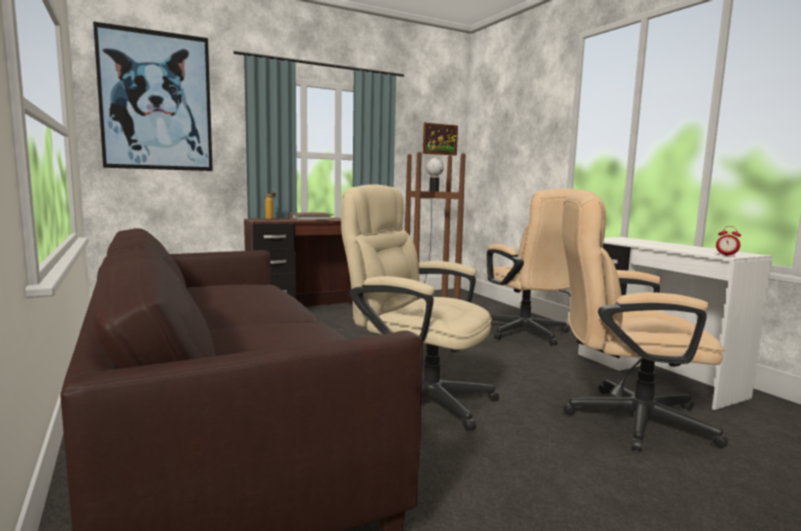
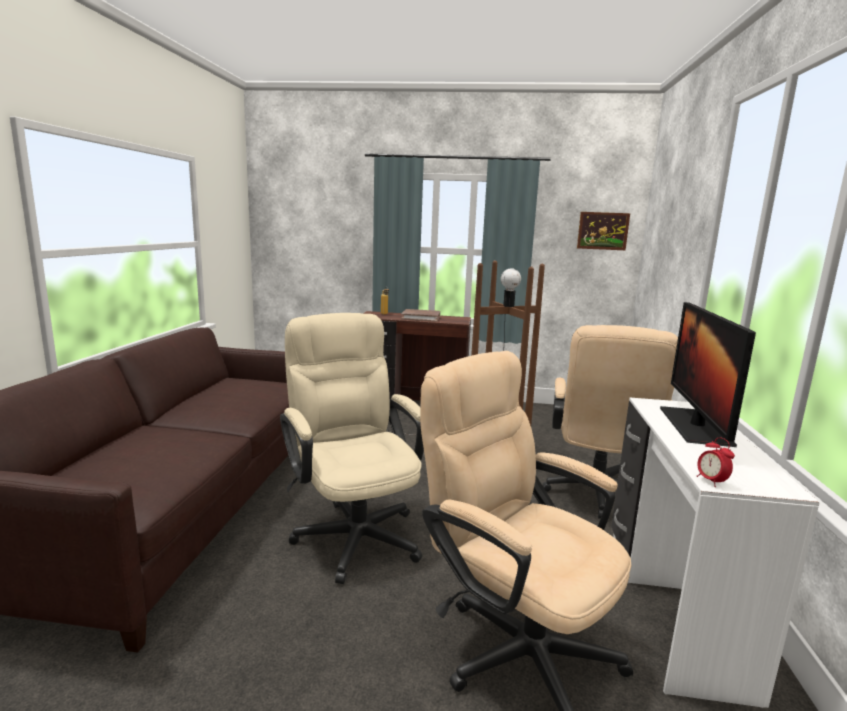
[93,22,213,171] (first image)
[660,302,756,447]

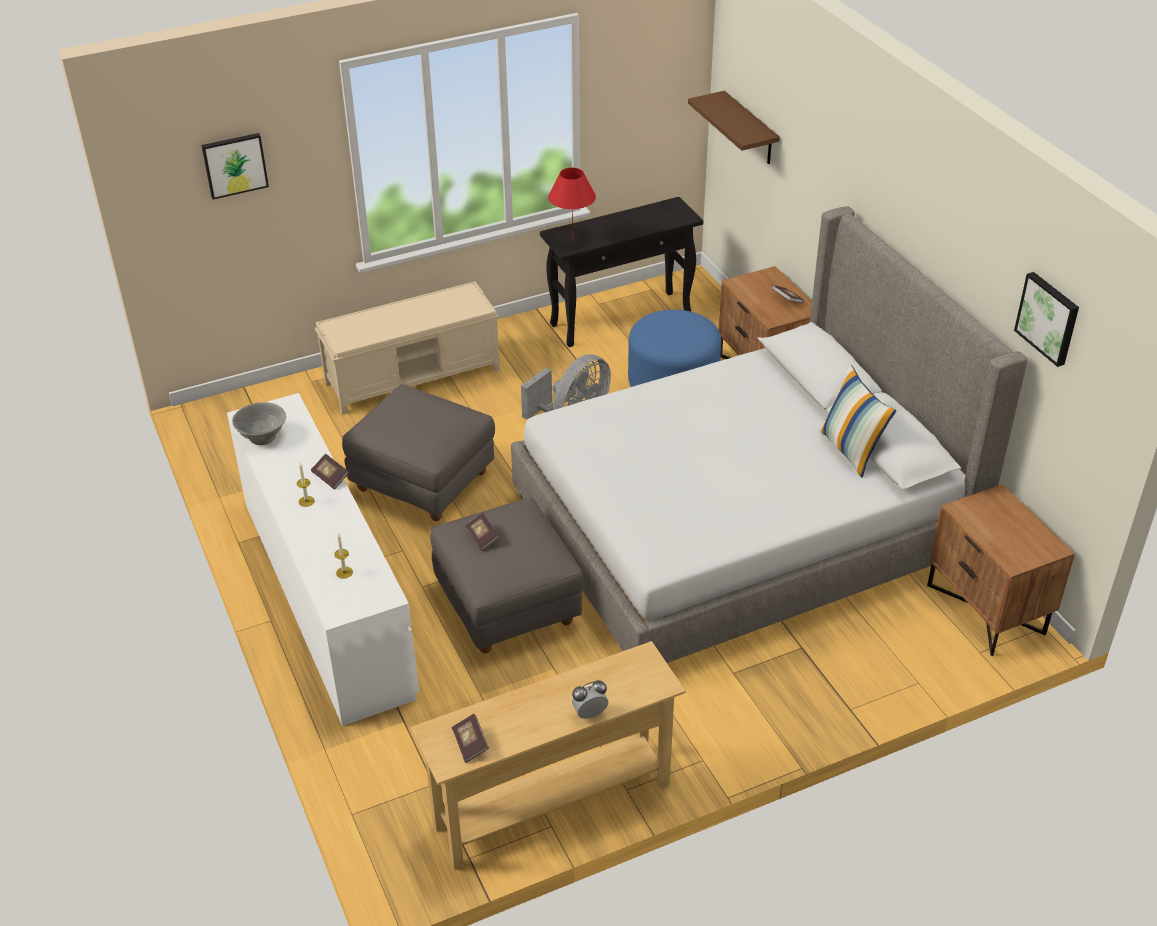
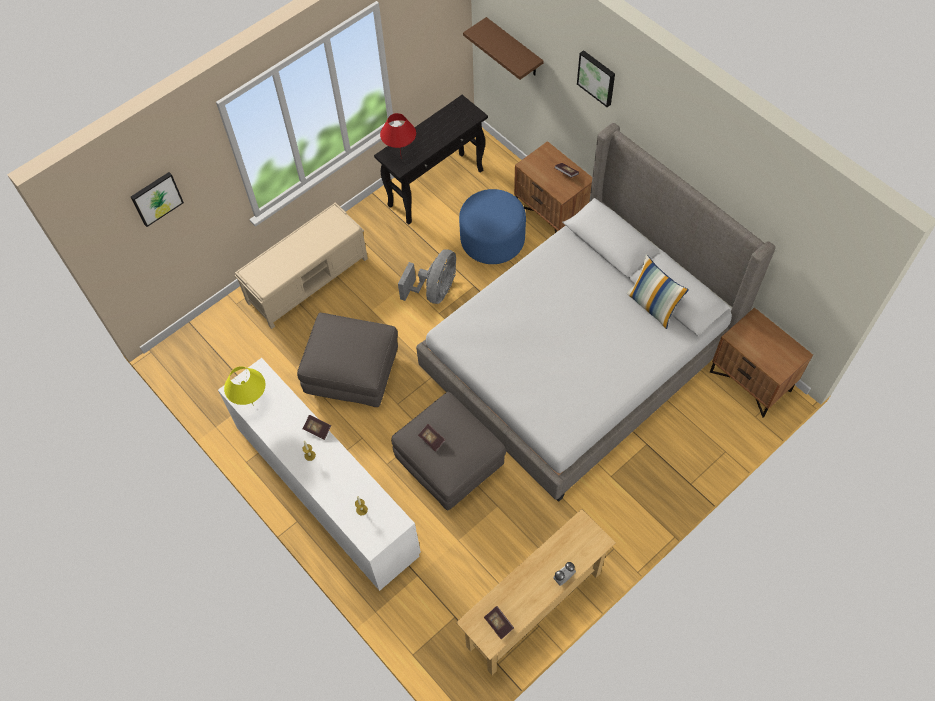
[577,50,615,107]
[224,366,266,406]

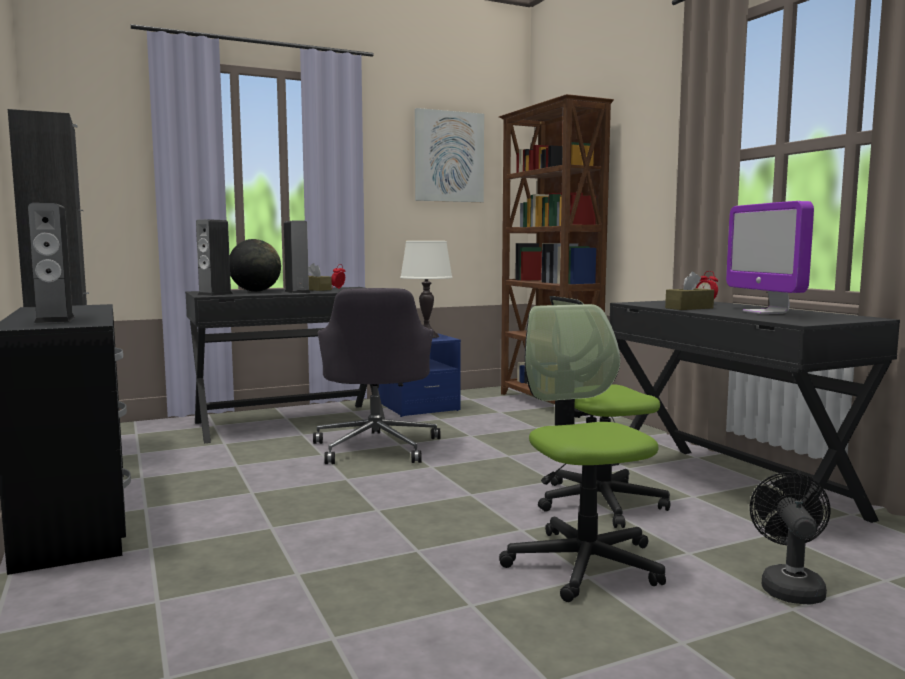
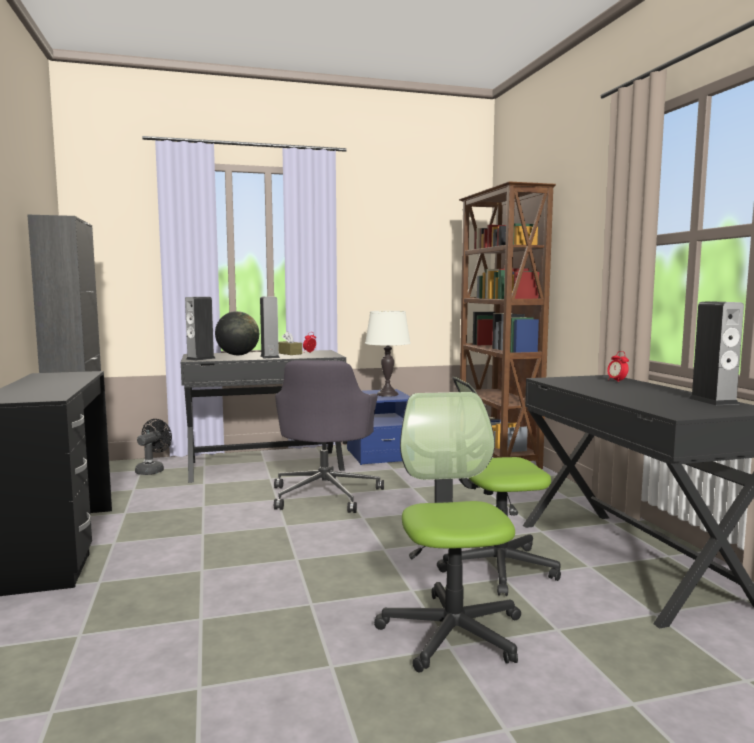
[415,108,484,202] (first image)
[665,271,714,310] (first image)
[726,201,814,314] (first image)
[689,302,744,405]
[135,419,172,475]

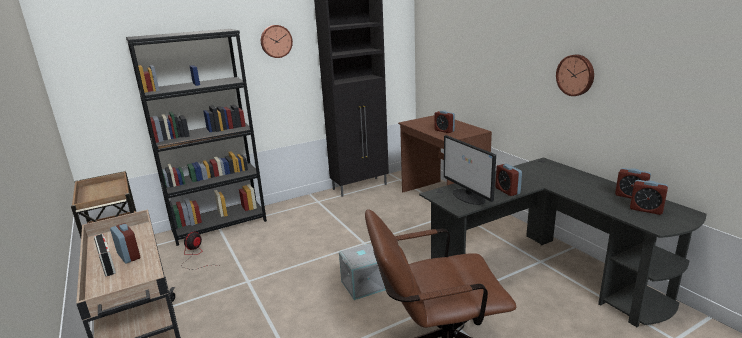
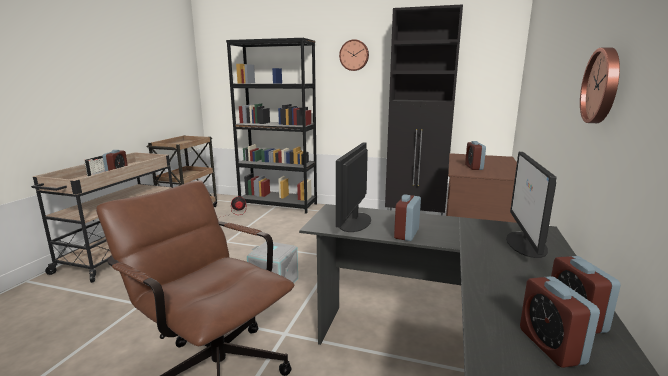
[506,152,557,258]

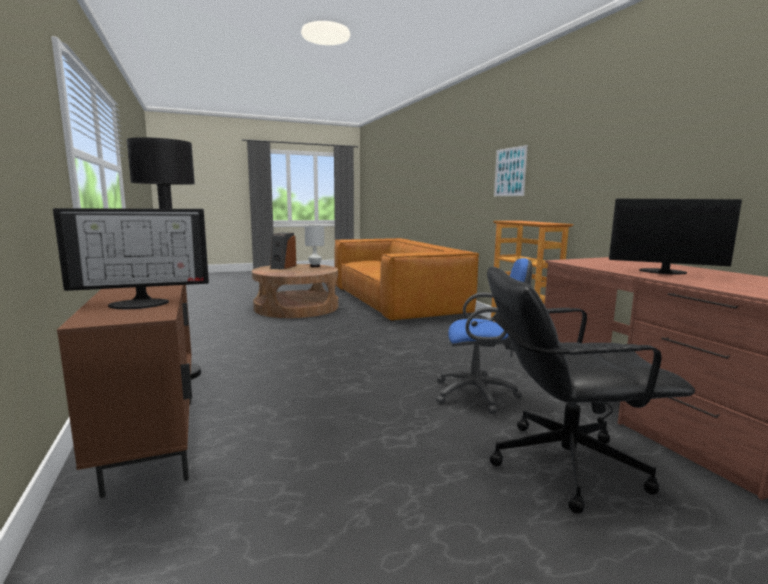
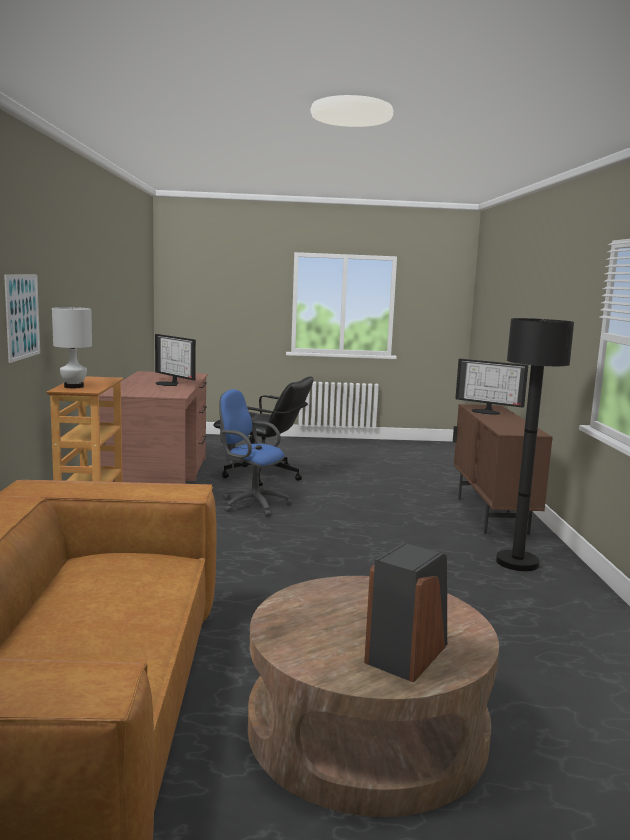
[52,307,92,388]
[455,359,528,415]

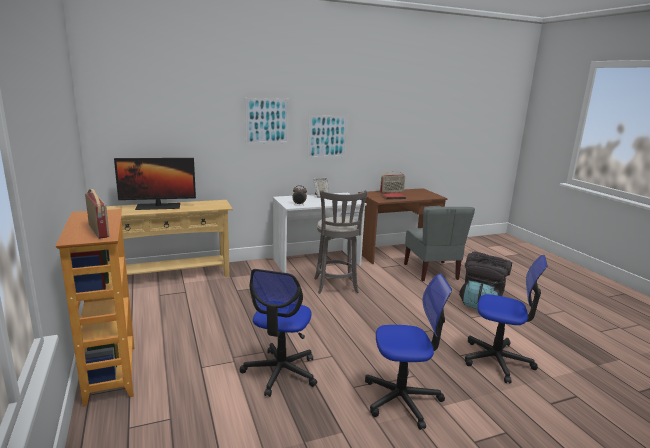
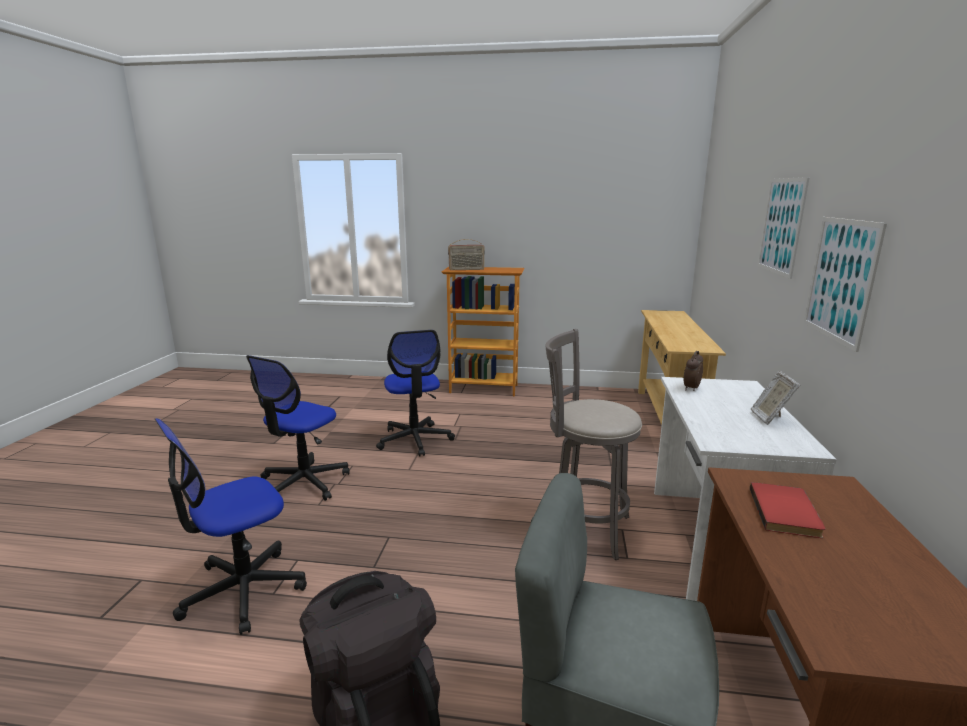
[114,158,196,210] (first image)
[380,171,405,193] (first image)
[376,330,455,457]

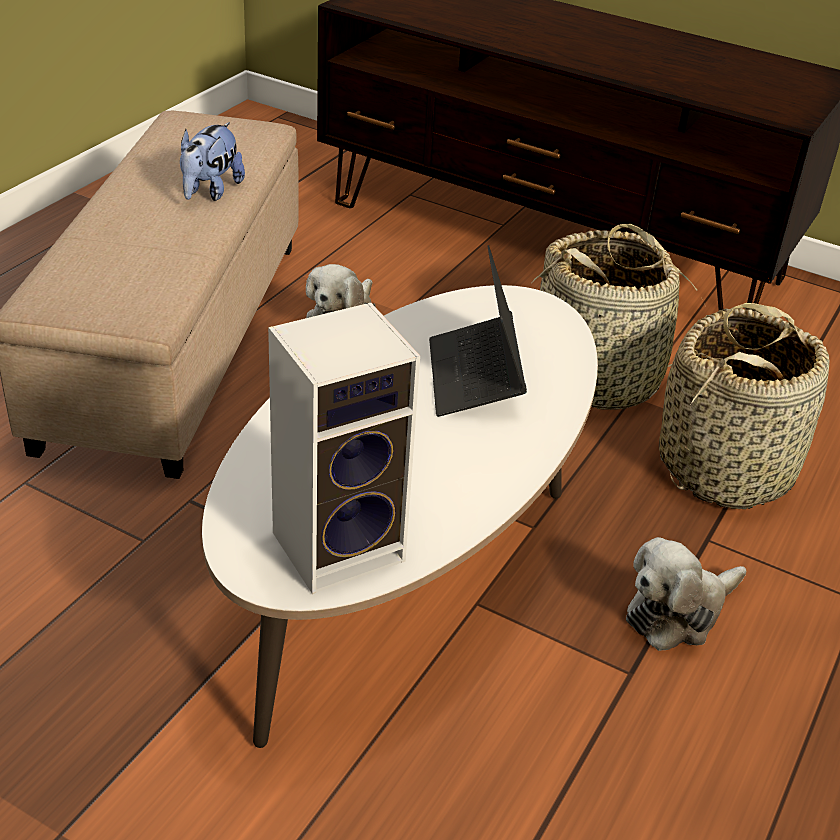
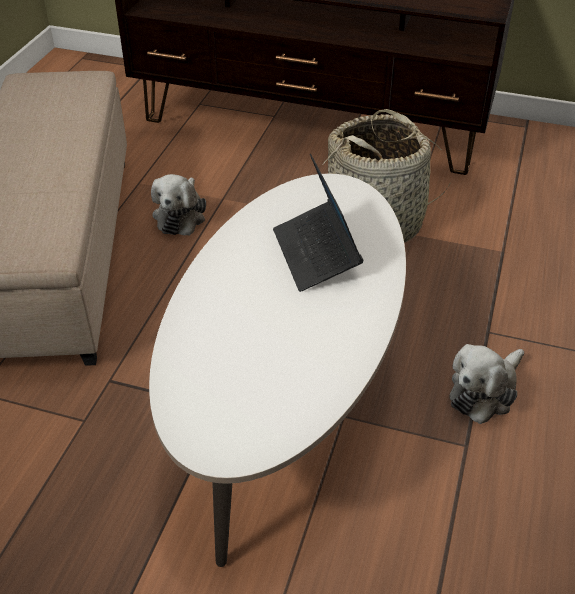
[180,122,245,201] (first image)
[268,303,420,594] (first image)
[659,303,829,509] (first image)

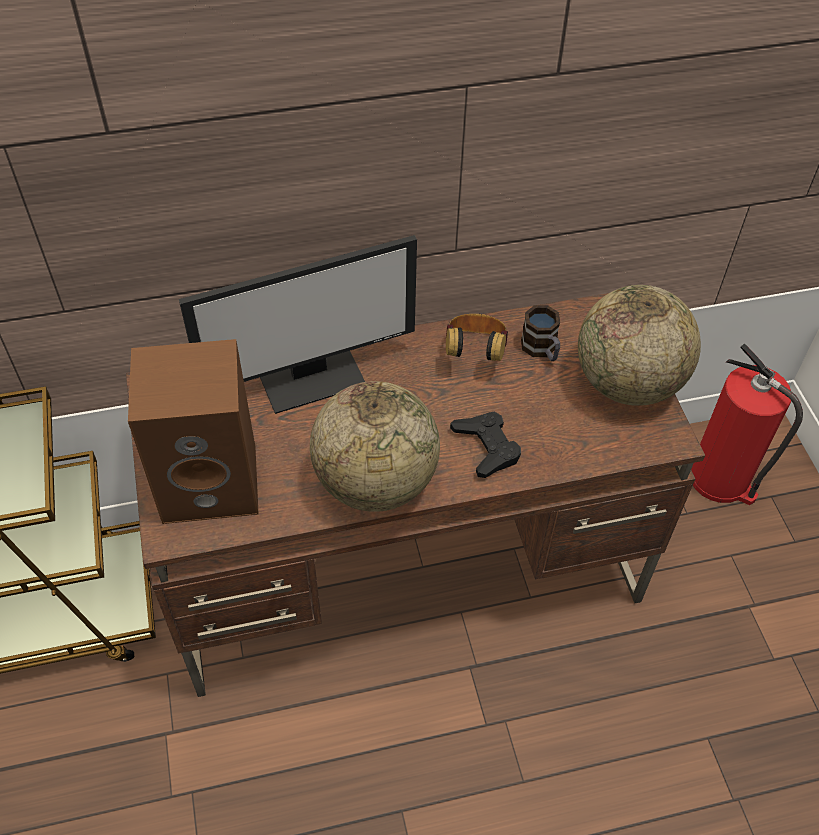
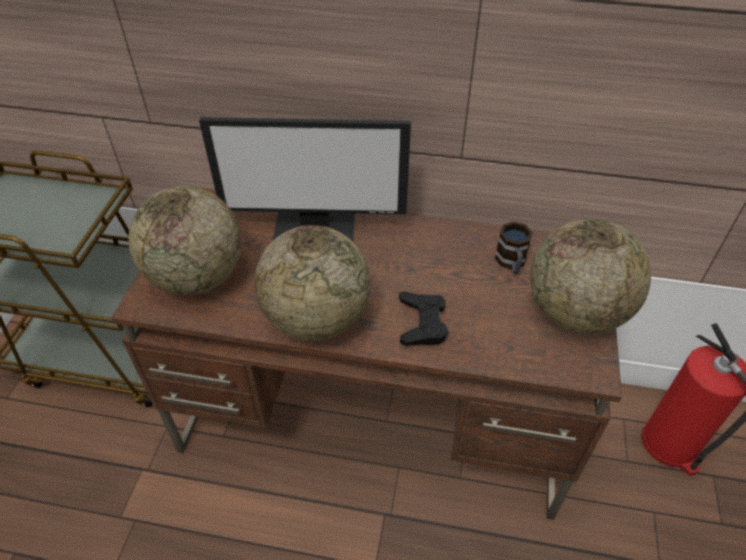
[446,314,508,361] (first image)
[128,186,241,295]

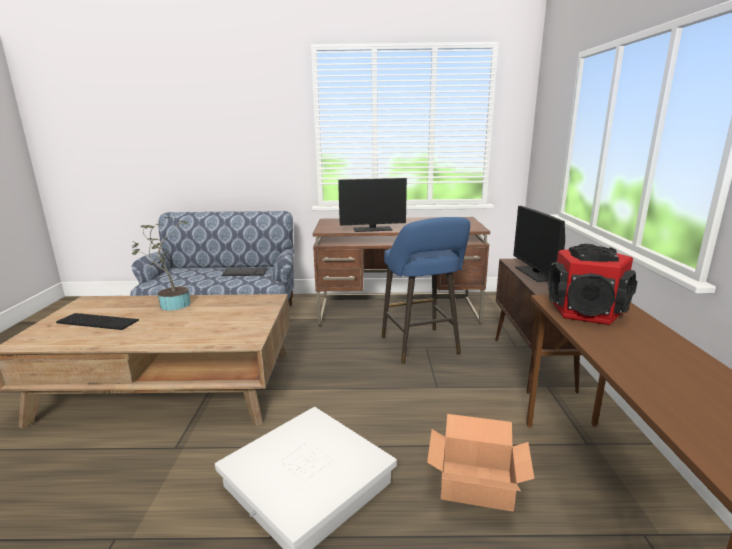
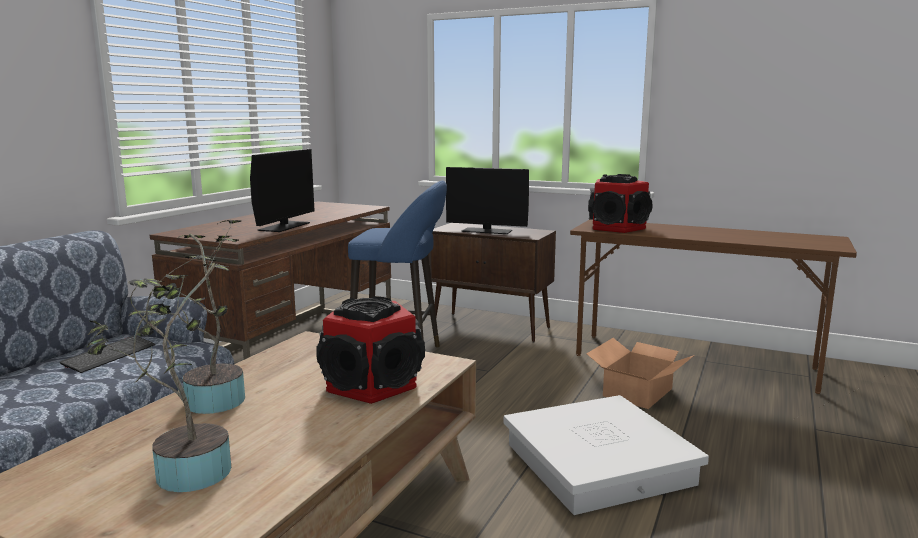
[316,296,425,404]
[87,255,231,492]

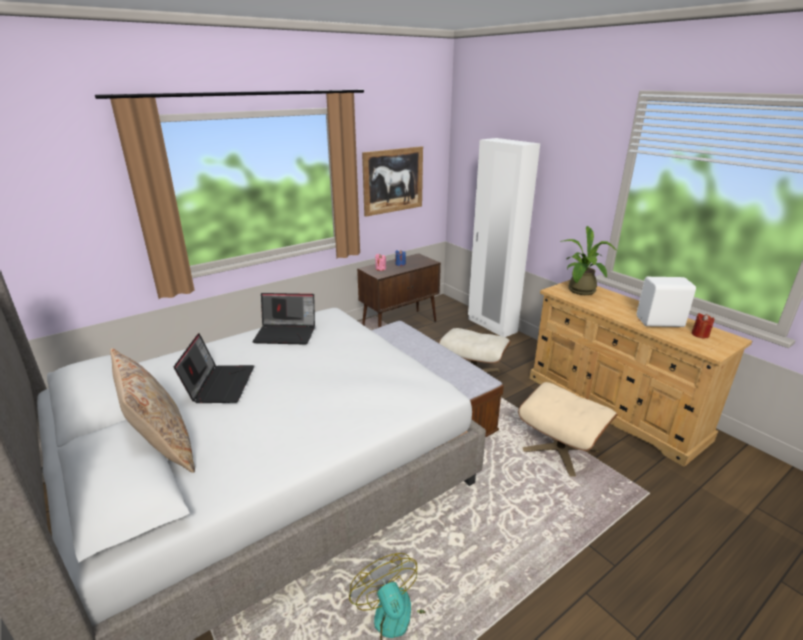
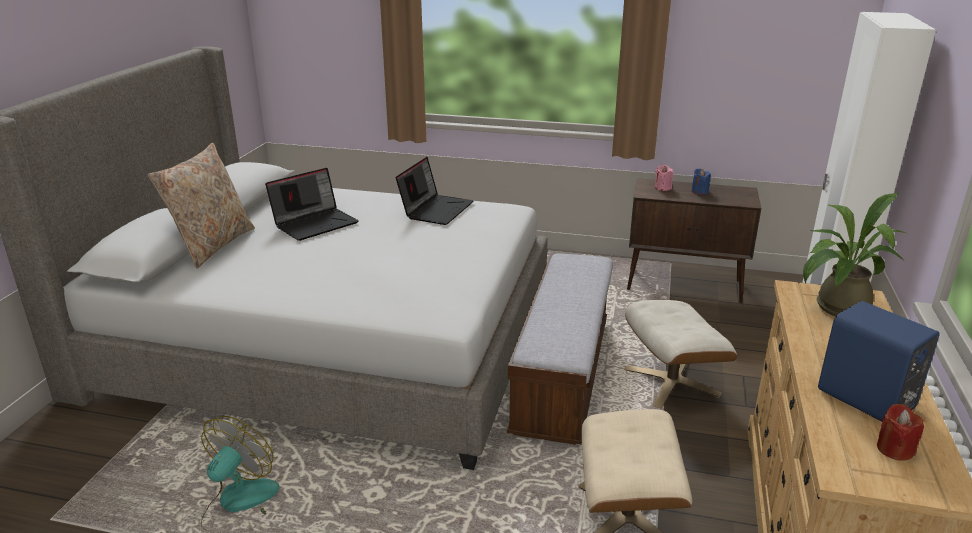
[362,146,423,217] (first image)
[818,301,940,421]
[396,157,473,225]

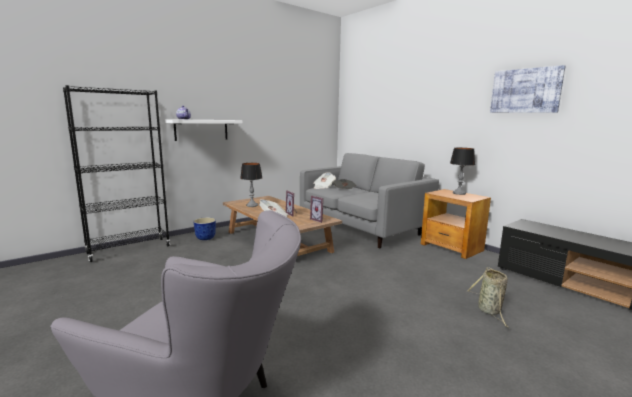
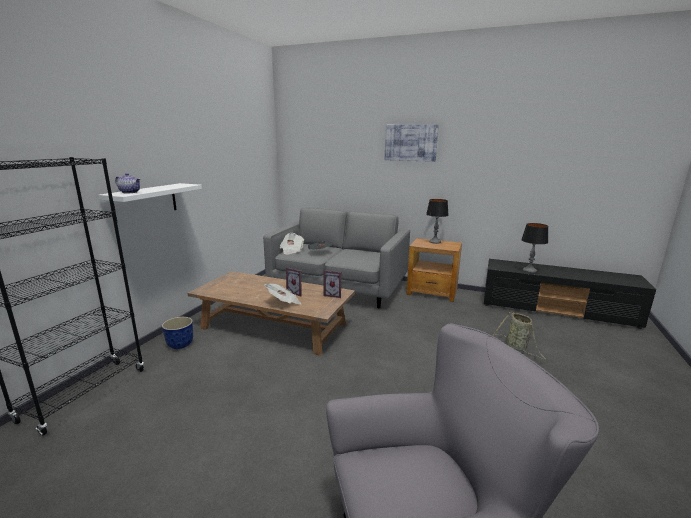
[521,223,548,273]
[385,124,439,162]

